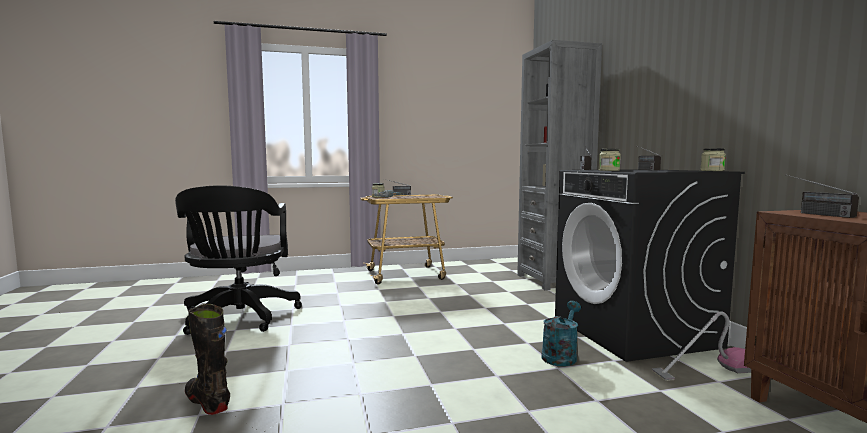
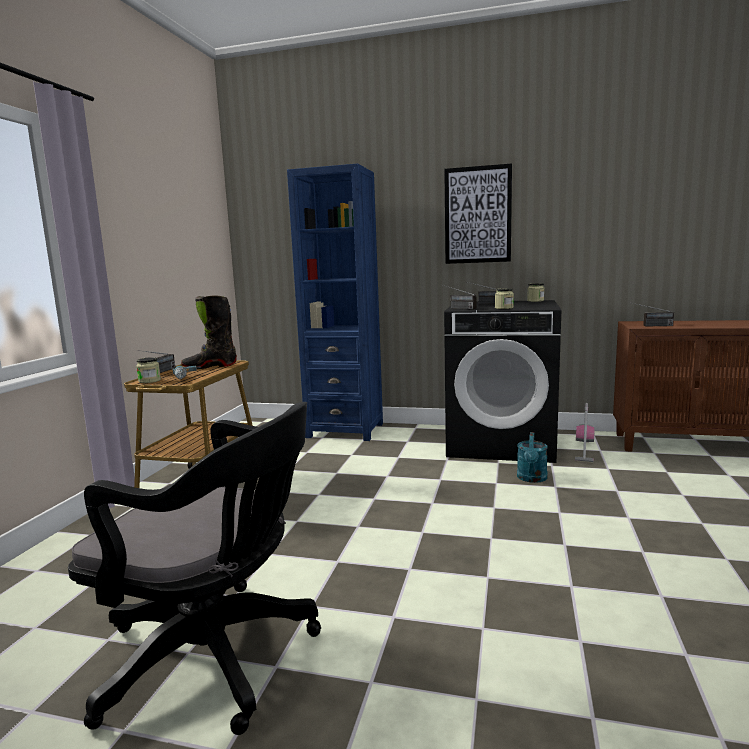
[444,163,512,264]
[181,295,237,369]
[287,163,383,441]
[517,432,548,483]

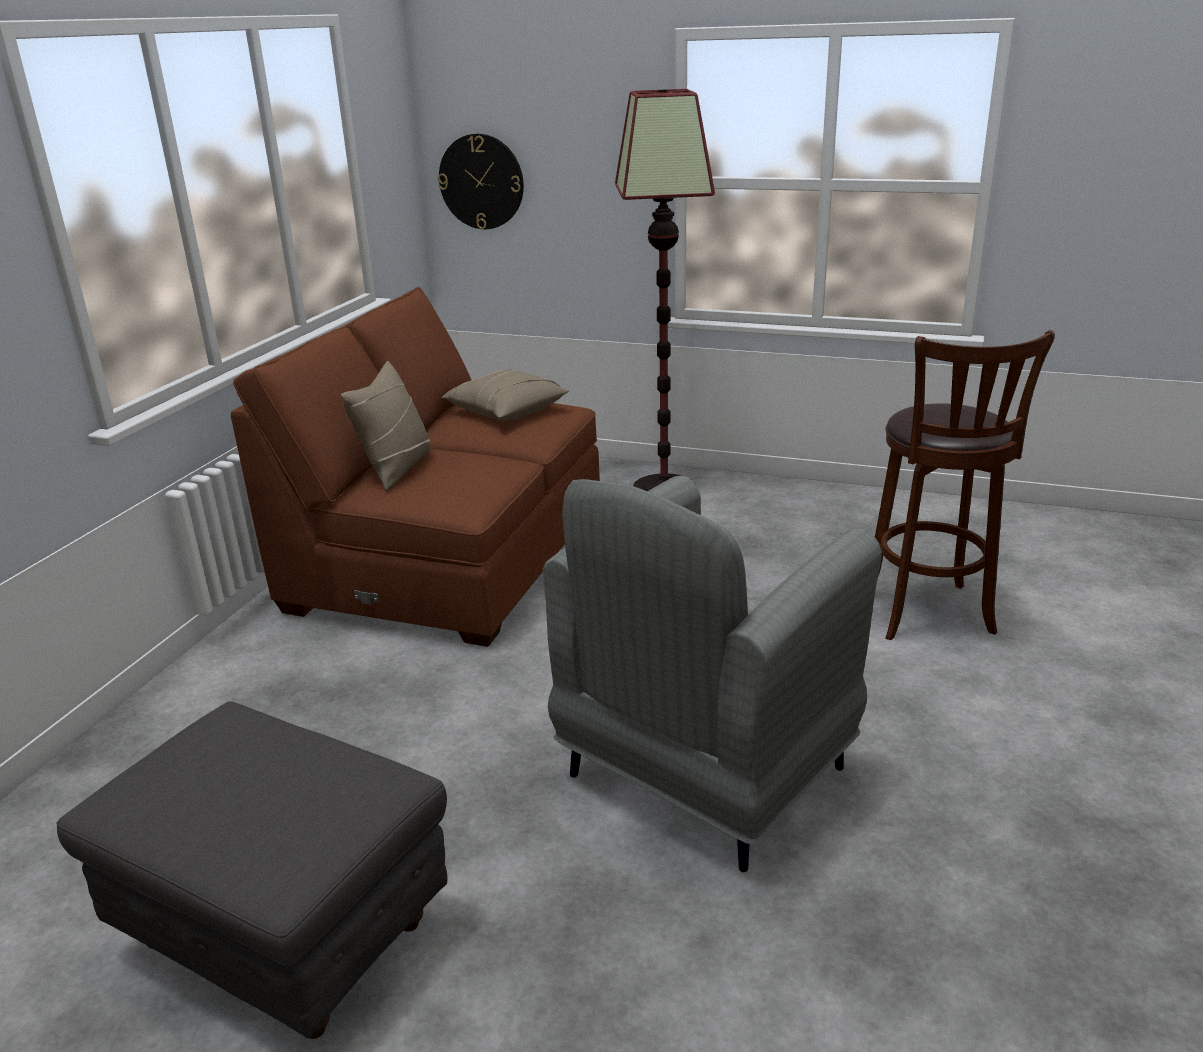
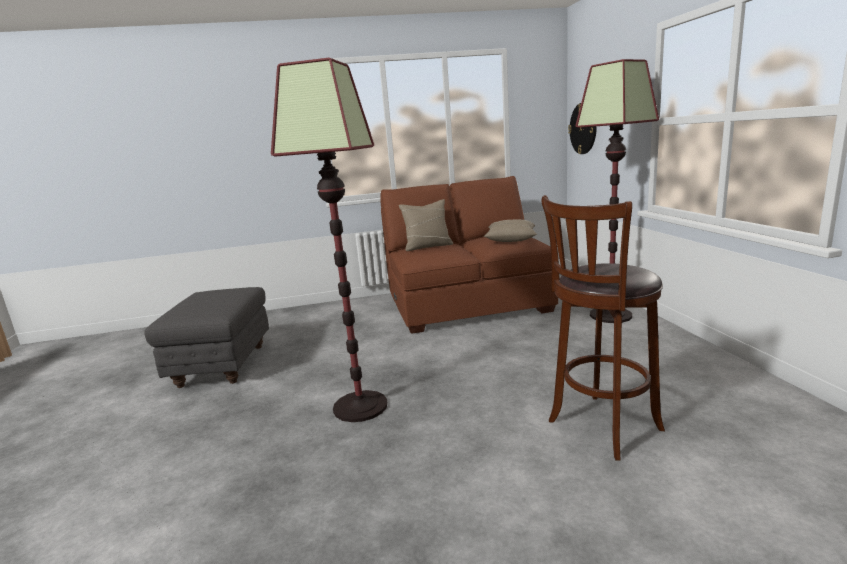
[271,58,387,422]

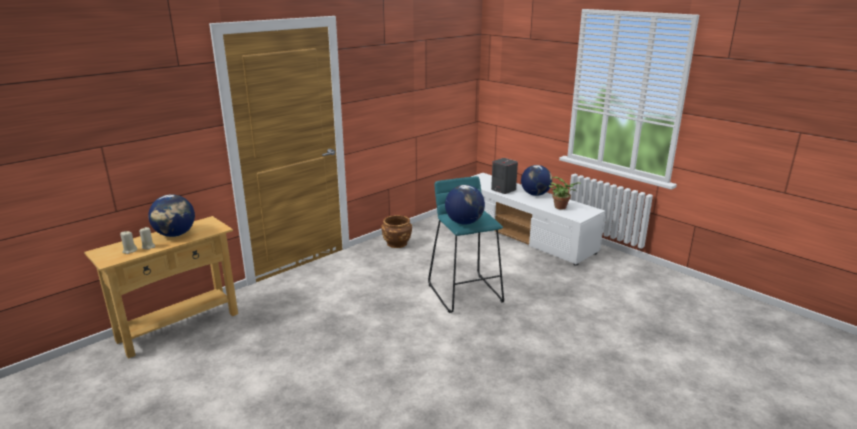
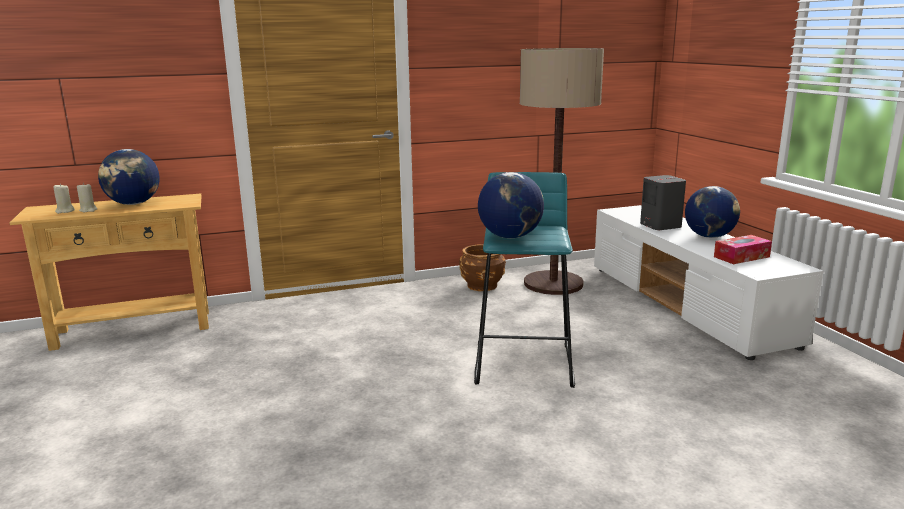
[520,48,604,295]
[714,235,772,264]

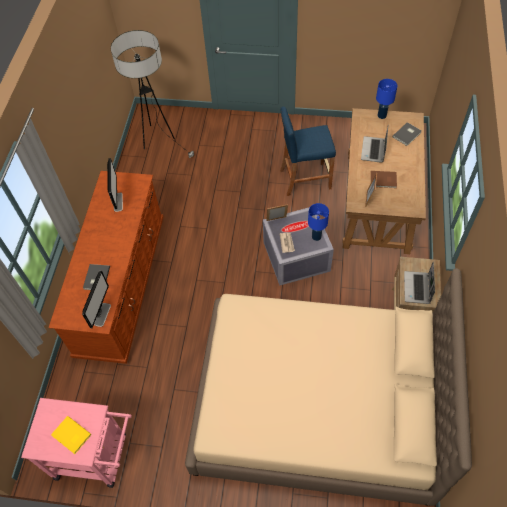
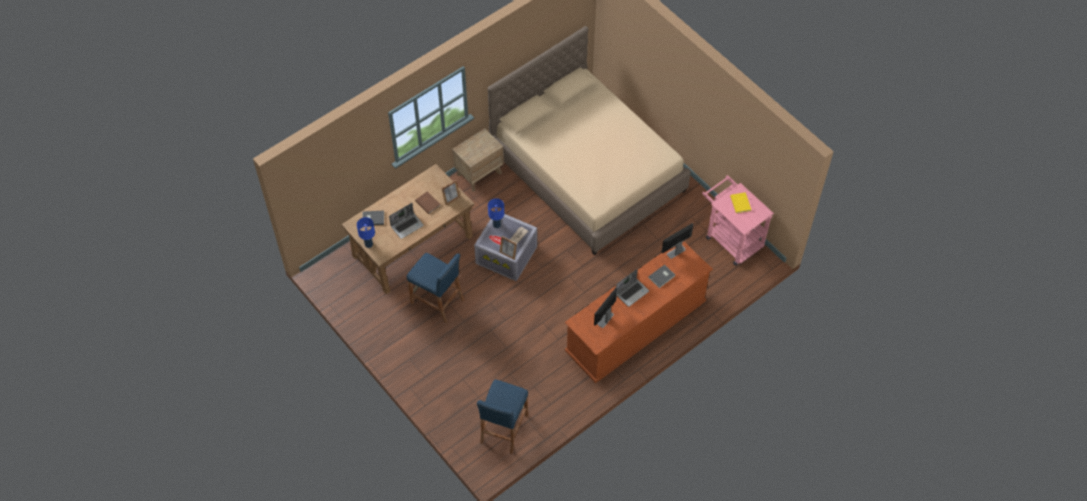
[616,269,649,307]
[477,379,528,454]

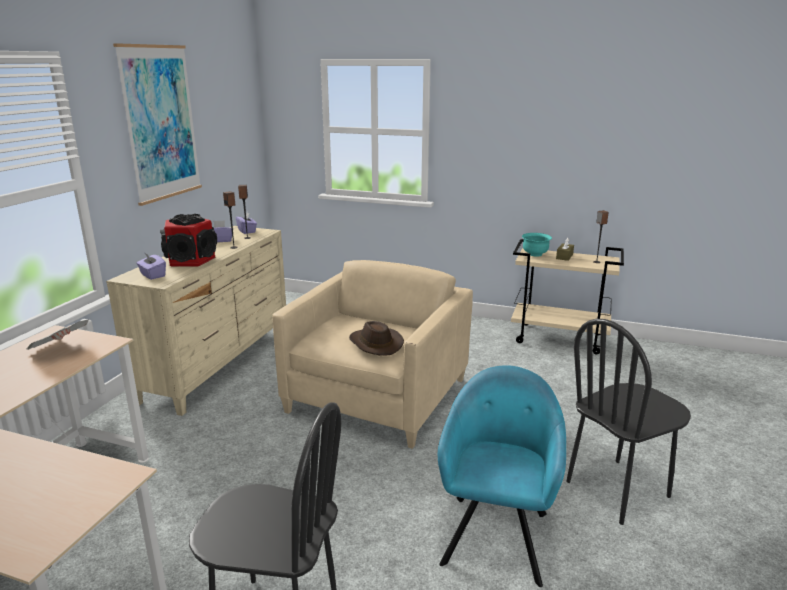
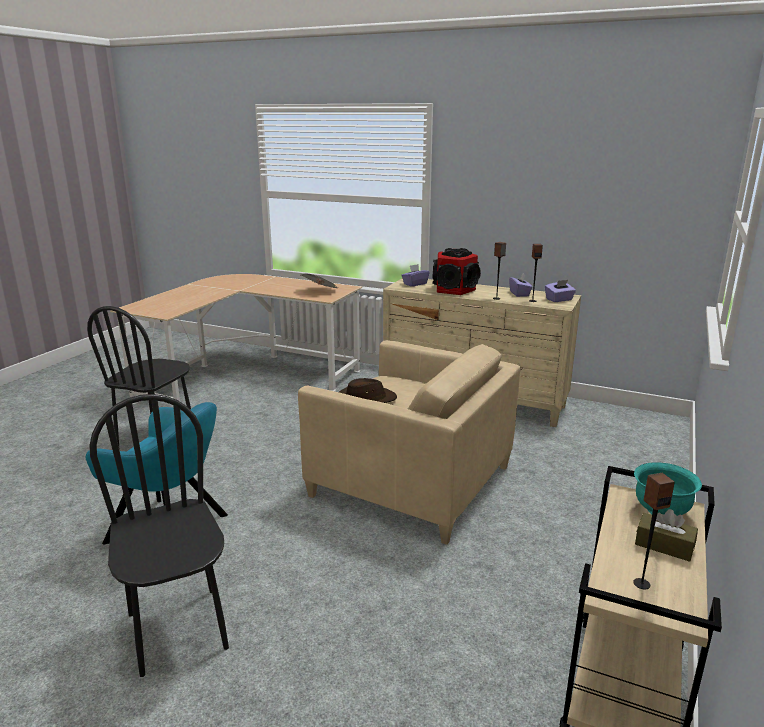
[113,43,202,206] (first image)

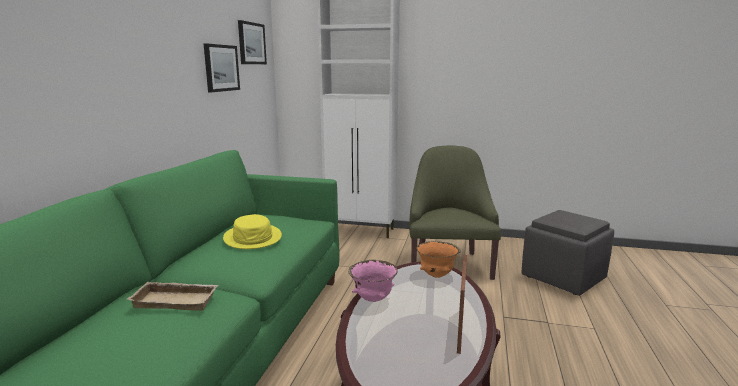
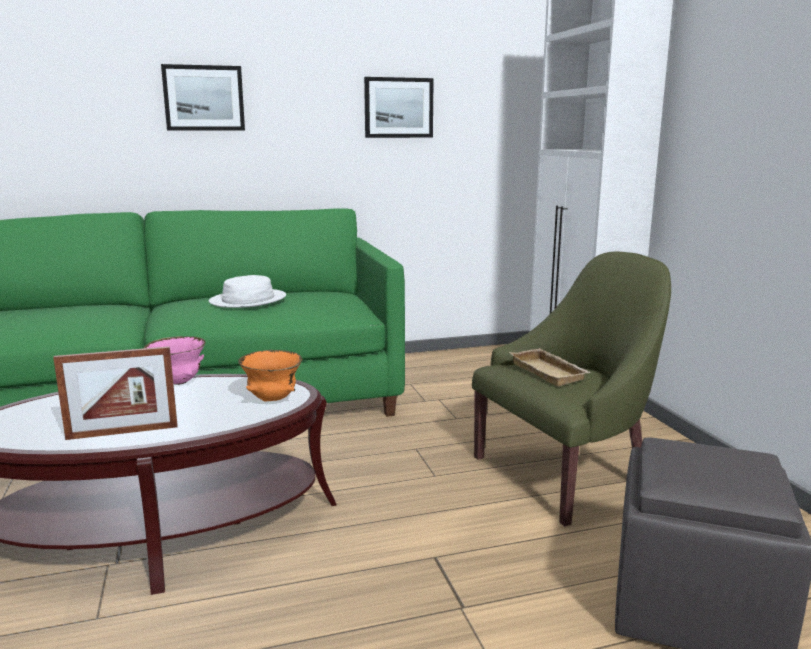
[509,348,591,386]
[161,64,245,131]
[209,275,286,308]

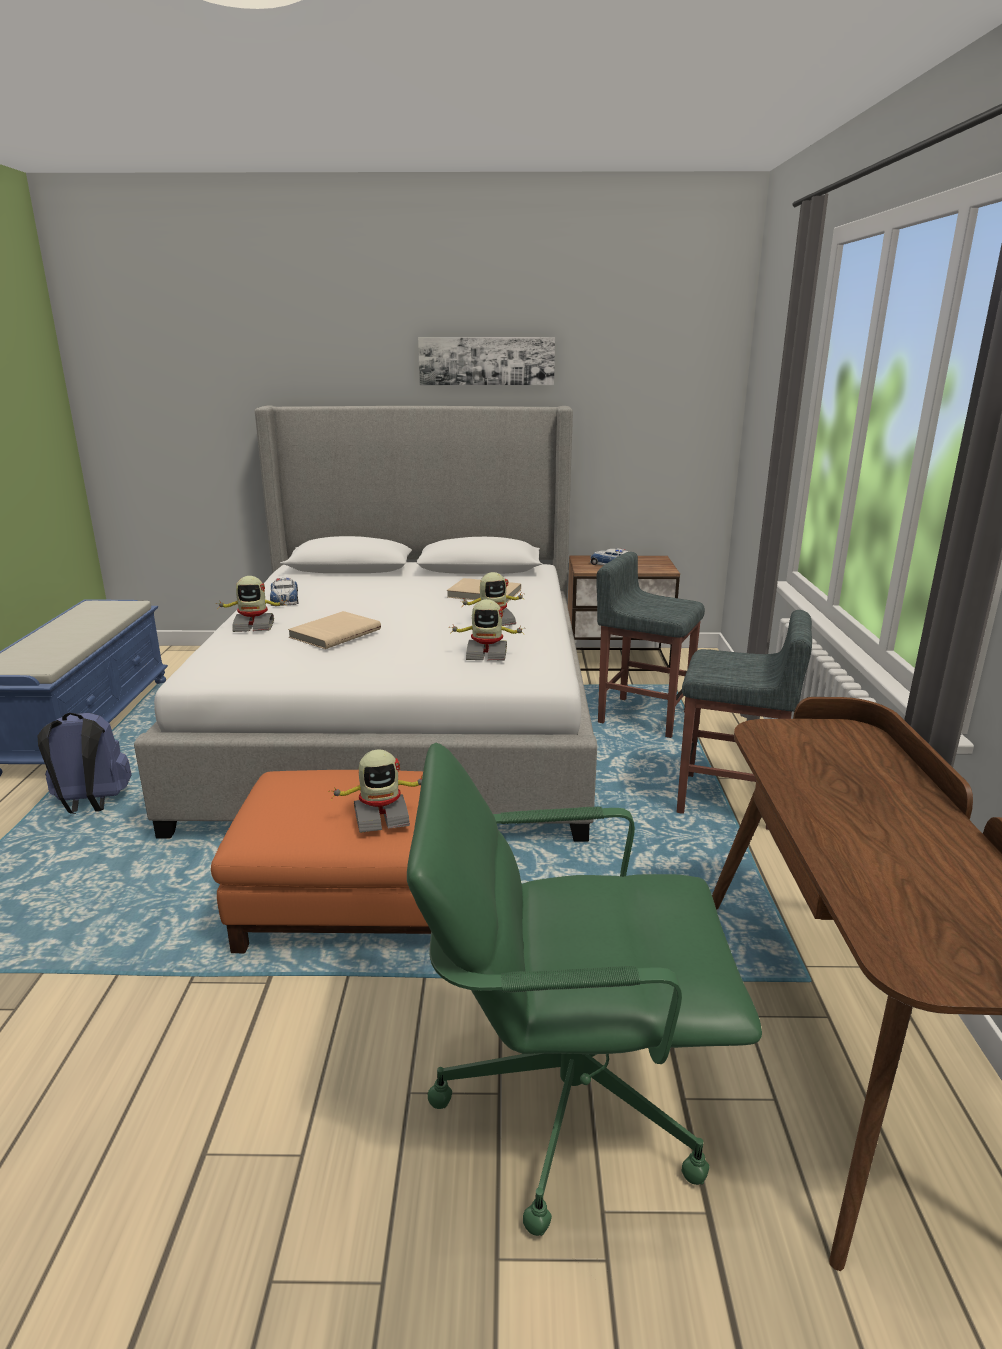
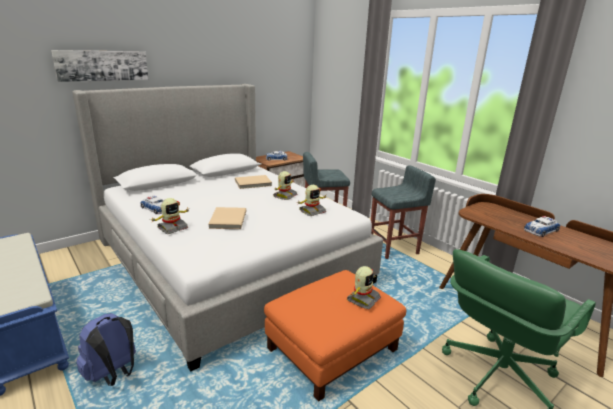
[524,216,560,237]
[51,50,148,82]

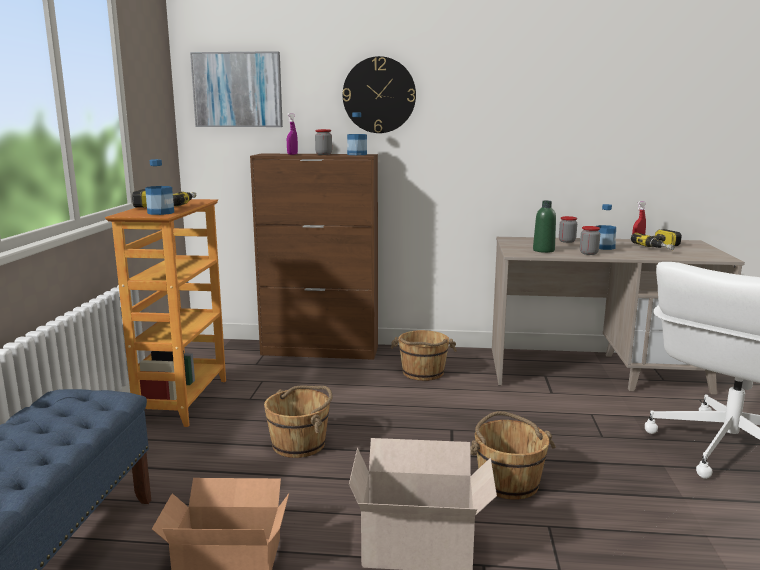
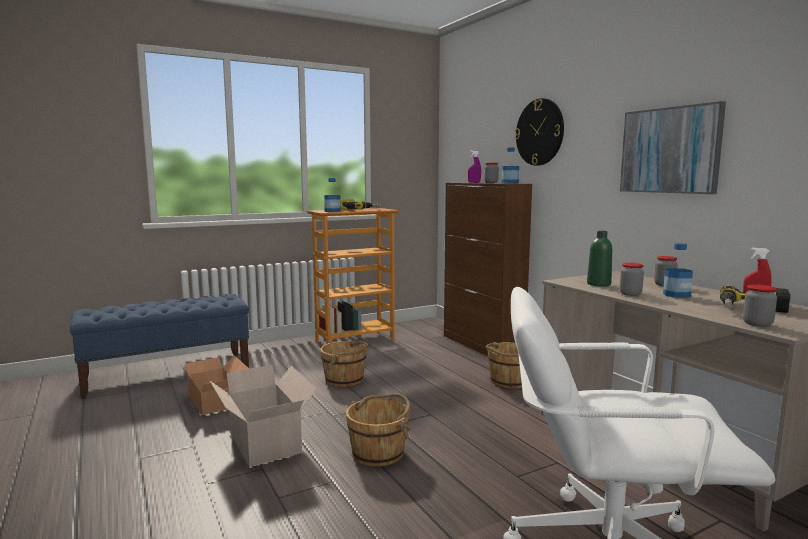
[743,285,777,327]
[620,101,726,194]

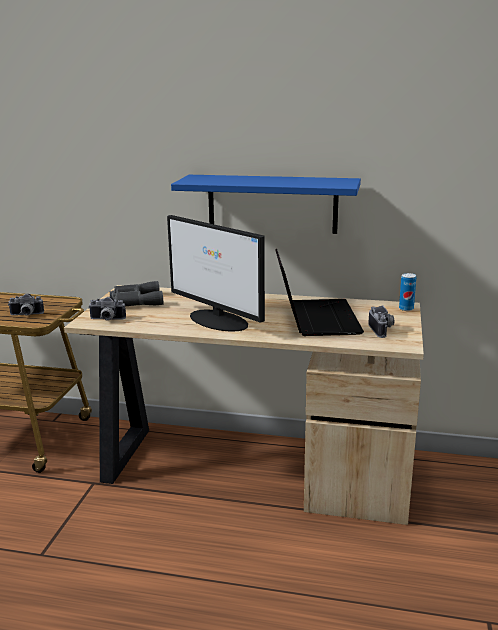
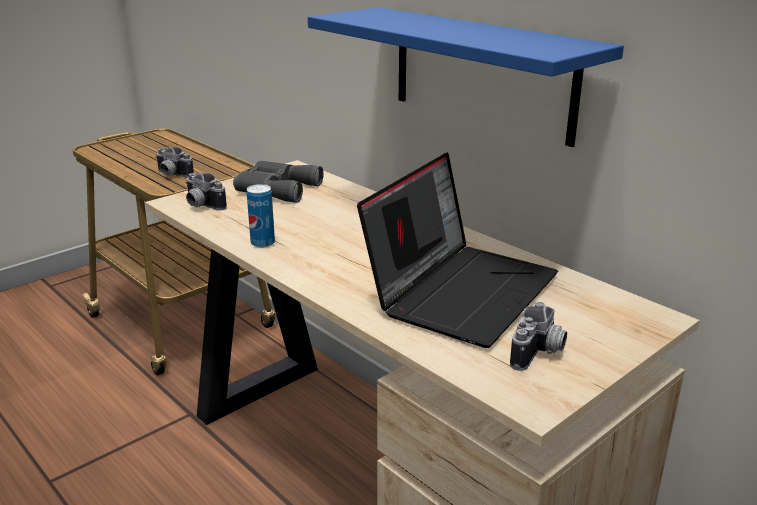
[167,215,265,332] (first image)
[247,184,275,248]

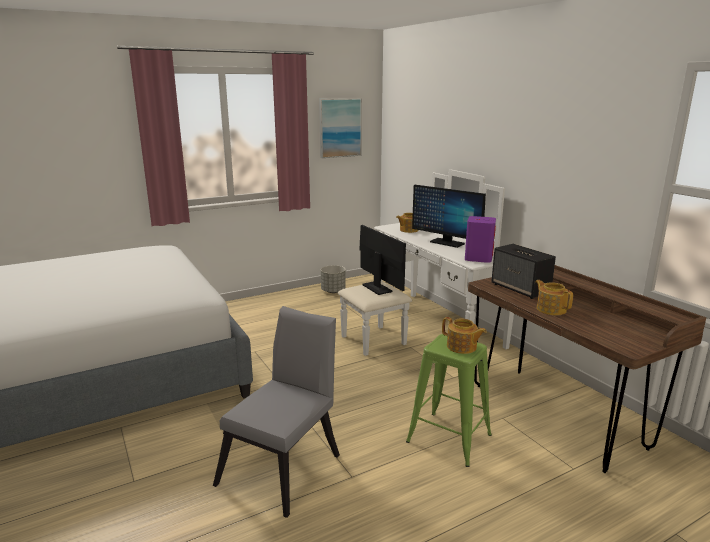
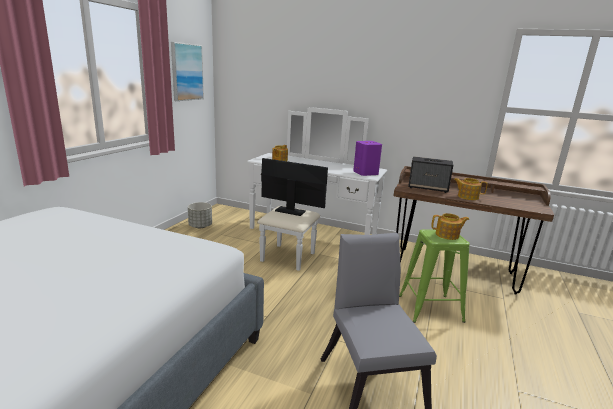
[412,185,486,248] (first image)

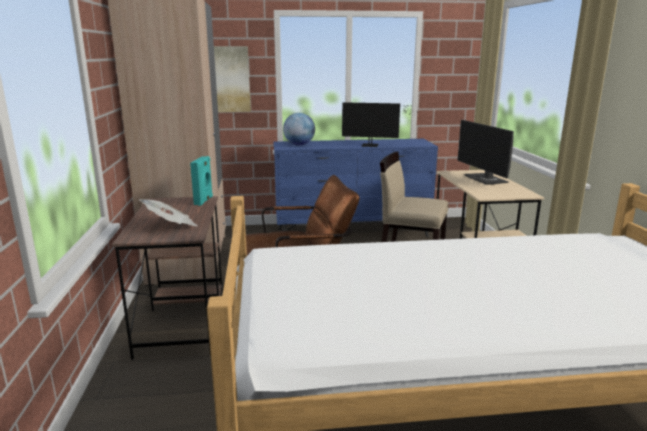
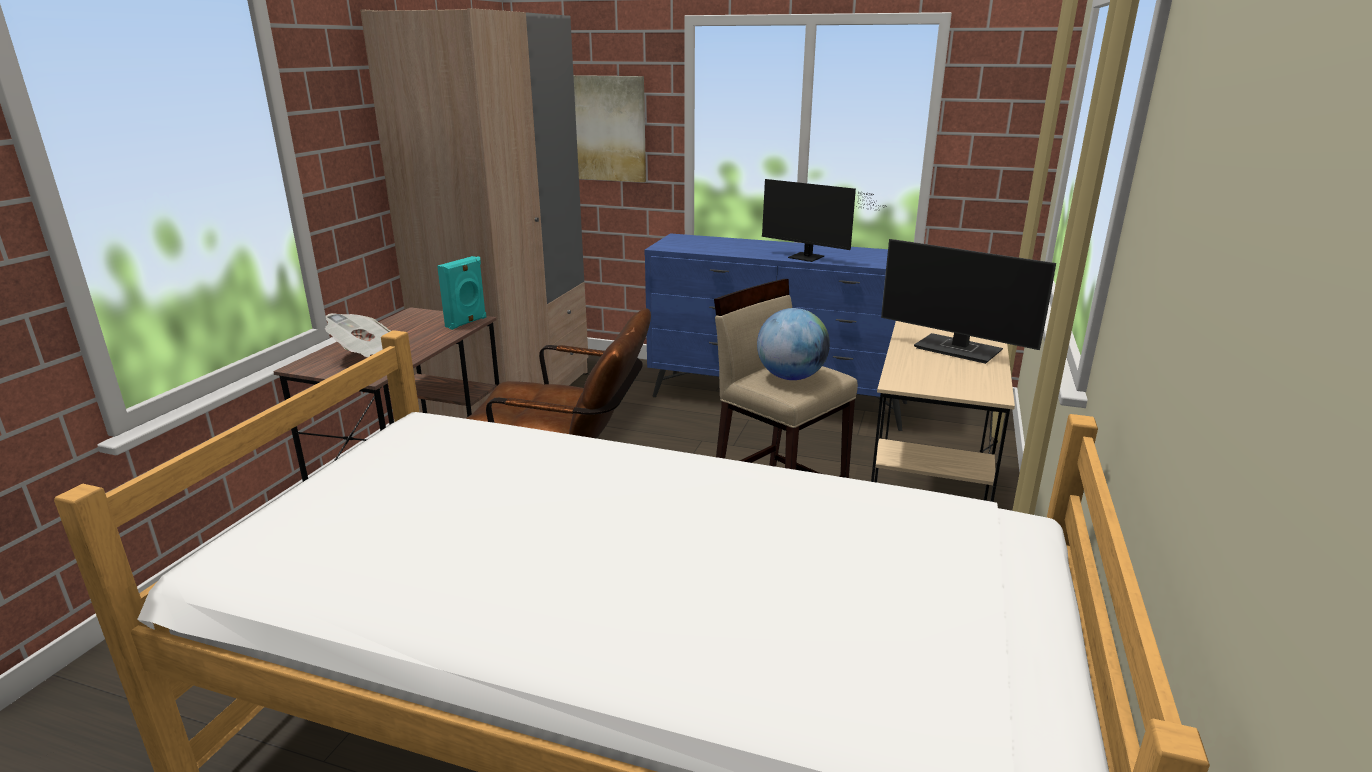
[757,308,830,380]
[881,239,1056,364]

